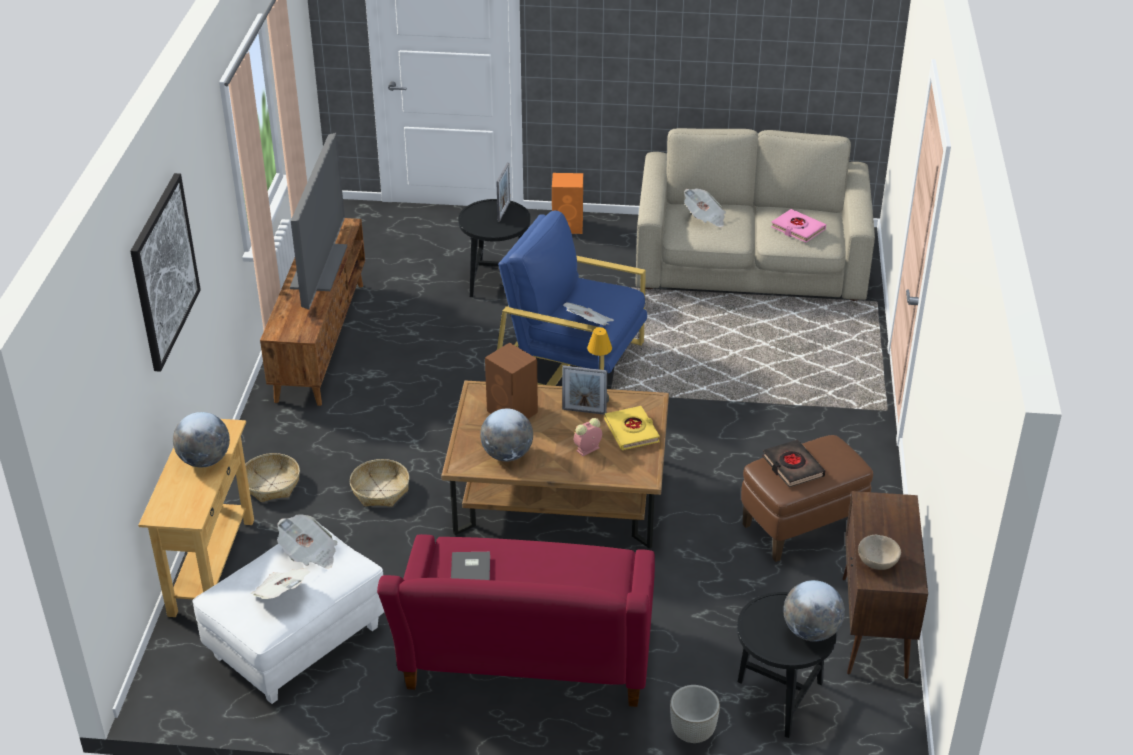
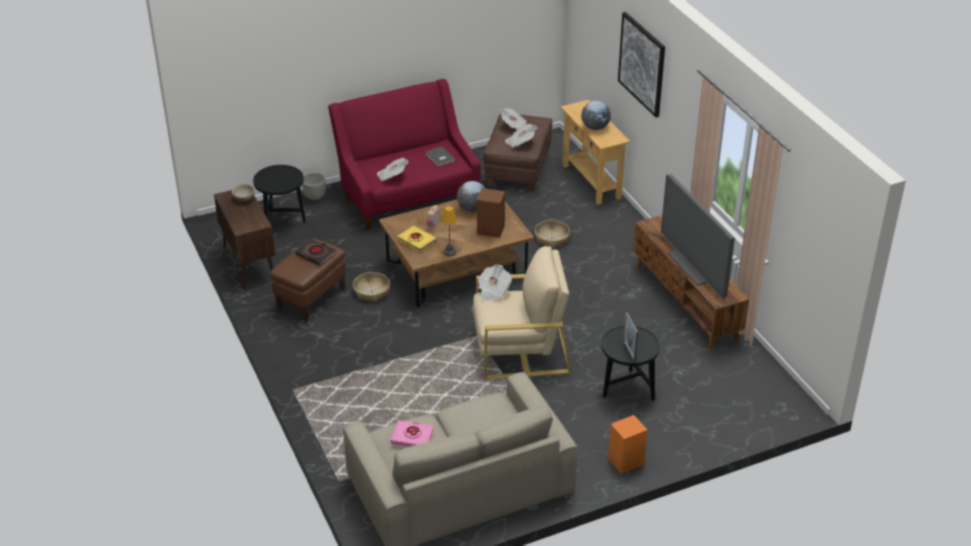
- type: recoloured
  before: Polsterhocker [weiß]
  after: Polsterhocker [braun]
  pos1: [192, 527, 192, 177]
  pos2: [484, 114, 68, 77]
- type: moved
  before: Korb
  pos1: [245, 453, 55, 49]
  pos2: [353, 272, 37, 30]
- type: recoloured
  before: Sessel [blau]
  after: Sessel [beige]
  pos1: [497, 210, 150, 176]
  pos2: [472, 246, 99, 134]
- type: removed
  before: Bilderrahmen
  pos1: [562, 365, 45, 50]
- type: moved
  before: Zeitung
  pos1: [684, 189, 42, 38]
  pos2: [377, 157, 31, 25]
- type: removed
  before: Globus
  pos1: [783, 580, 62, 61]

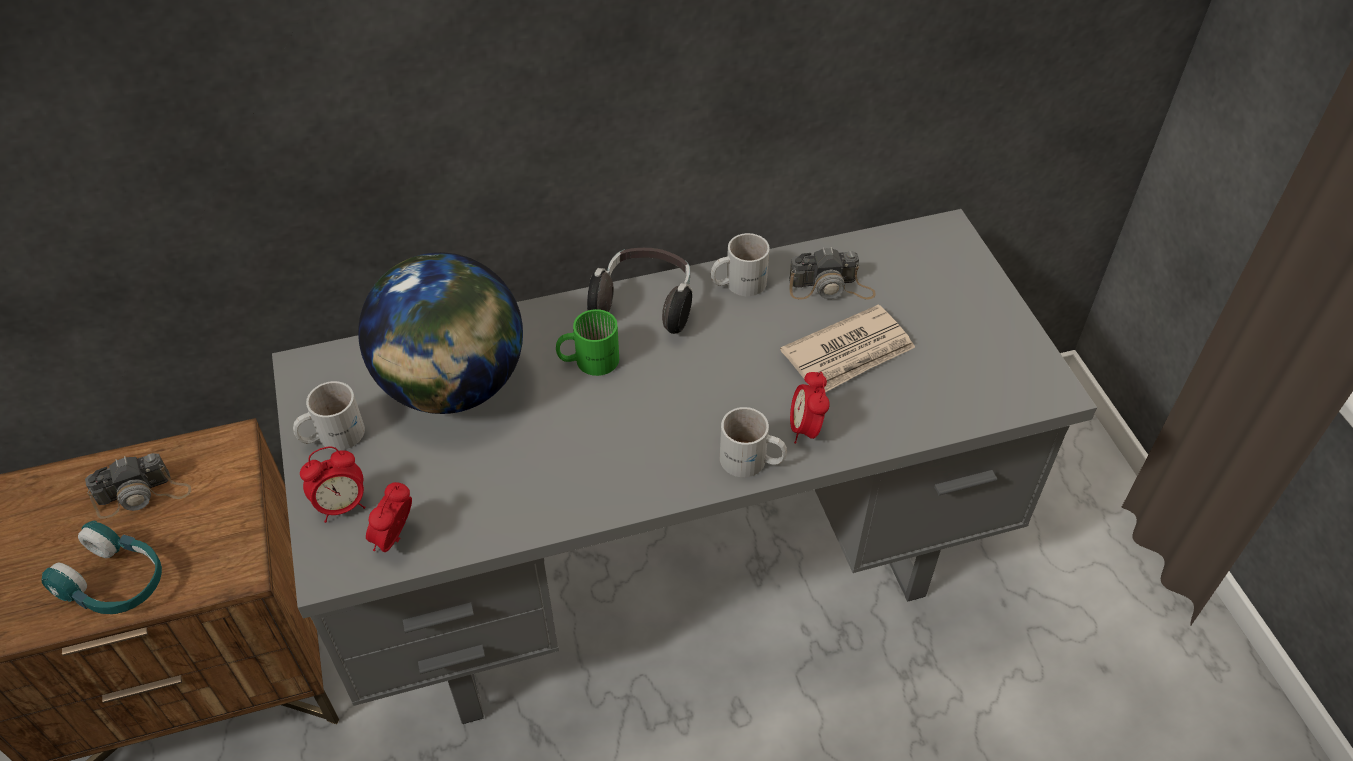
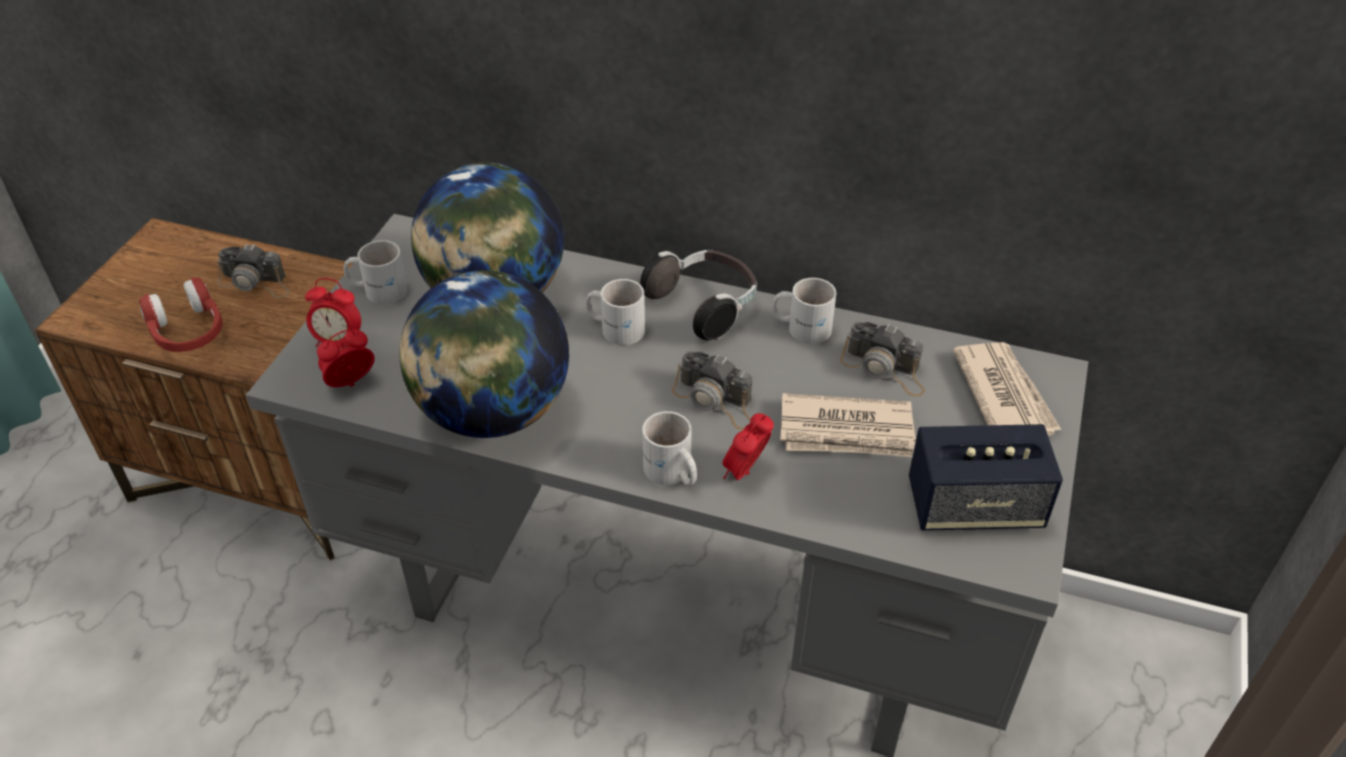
- type: recoloured
  before: Kopfhörer [türkis]
  after: Kopfhörer [rot]
  pos1: [41, 521, 121, 93]
  pos2: [139, 278, 84, 74]
- type: recoloured
  before: Henkelbecher [grün]
  after: Henkelbecher [weiß]
  pos1: [556, 309, 63, 67]
  pos2: [586, 279, 59, 66]
- type: added
  after: Globus
  pos2: [399, 270, 170, 168]
- type: added
  after: Kamera
  pos2: [671, 351, 81, 79]
- type: added
  after: Lautsprecher
  pos2: [909, 424, 154, 107]
- type: added
  after: Zeitung
  pos2: [953, 342, 108, 94]

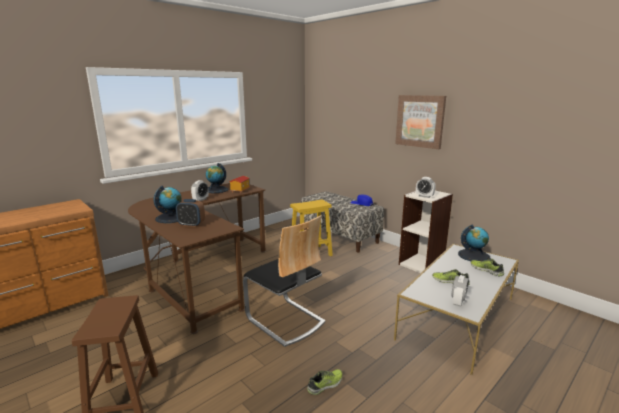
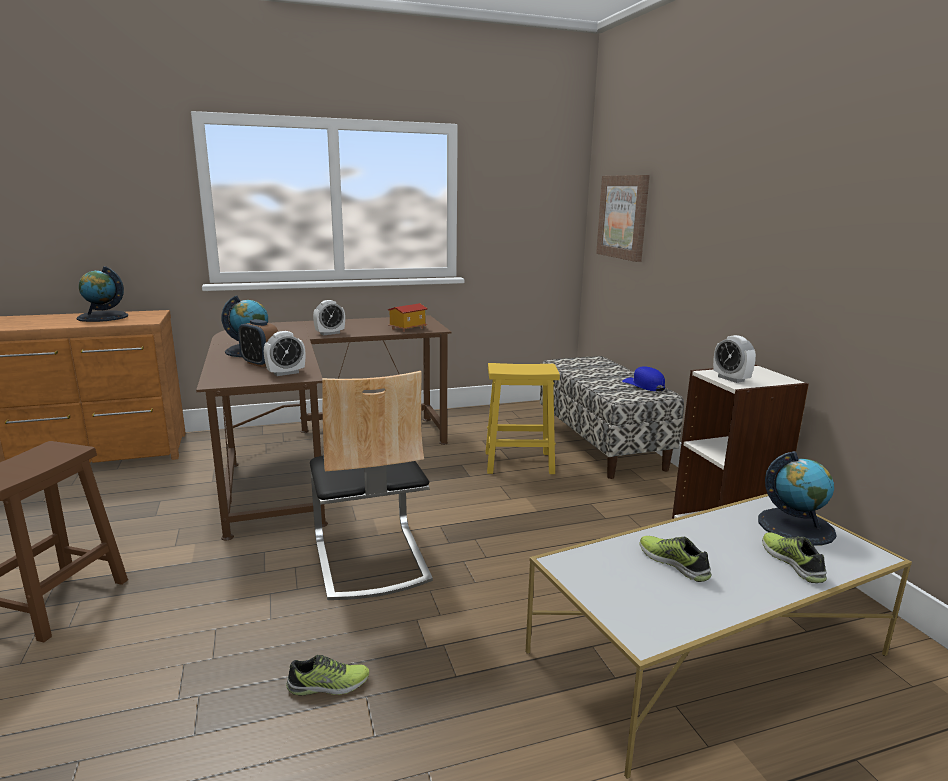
- type: moved
  before: Globus
  pos1: [206, 163, 22, 30]
  pos2: [76, 266, 52, 56]
- type: moved
  before: Bild
  pos1: [395, 95, 51, 54]
  pos2: [596, 175, 54, 87]
- type: moved
  before: Wecker
  pos1: [452, 275, 17, 32]
  pos2: [264, 331, 41, 45]

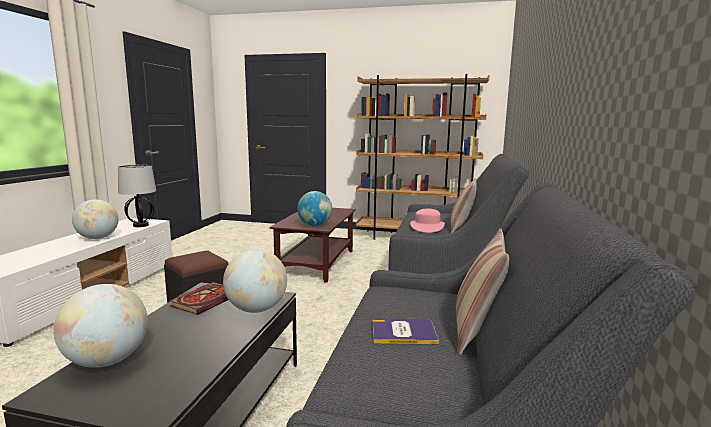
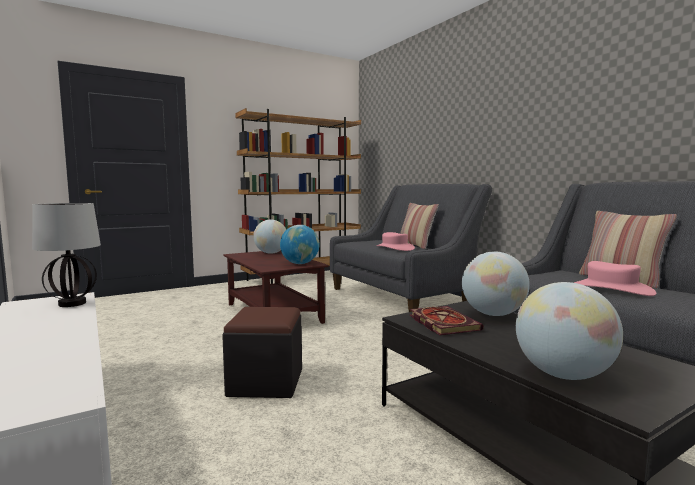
- type: moved
  before: Globus
  pos1: [72, 199, 46, 40]
  pos2: [253, 219, 33, 35]
- type: replaced
  before: Buch
  after: Hut [rosa]
  pos1: [373, 318, 66, 26]
  pos2: [574, 261, 82, 35]

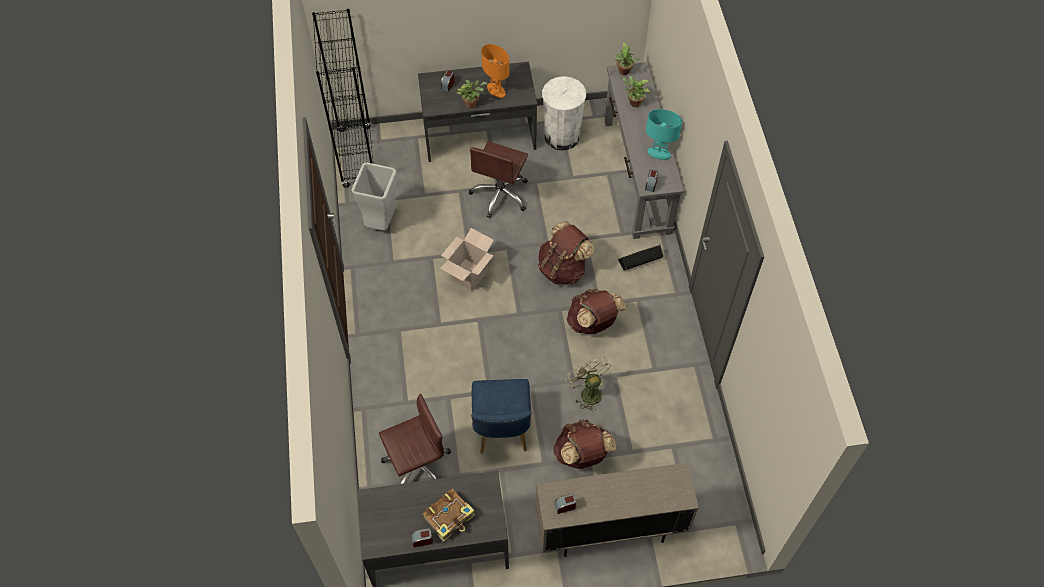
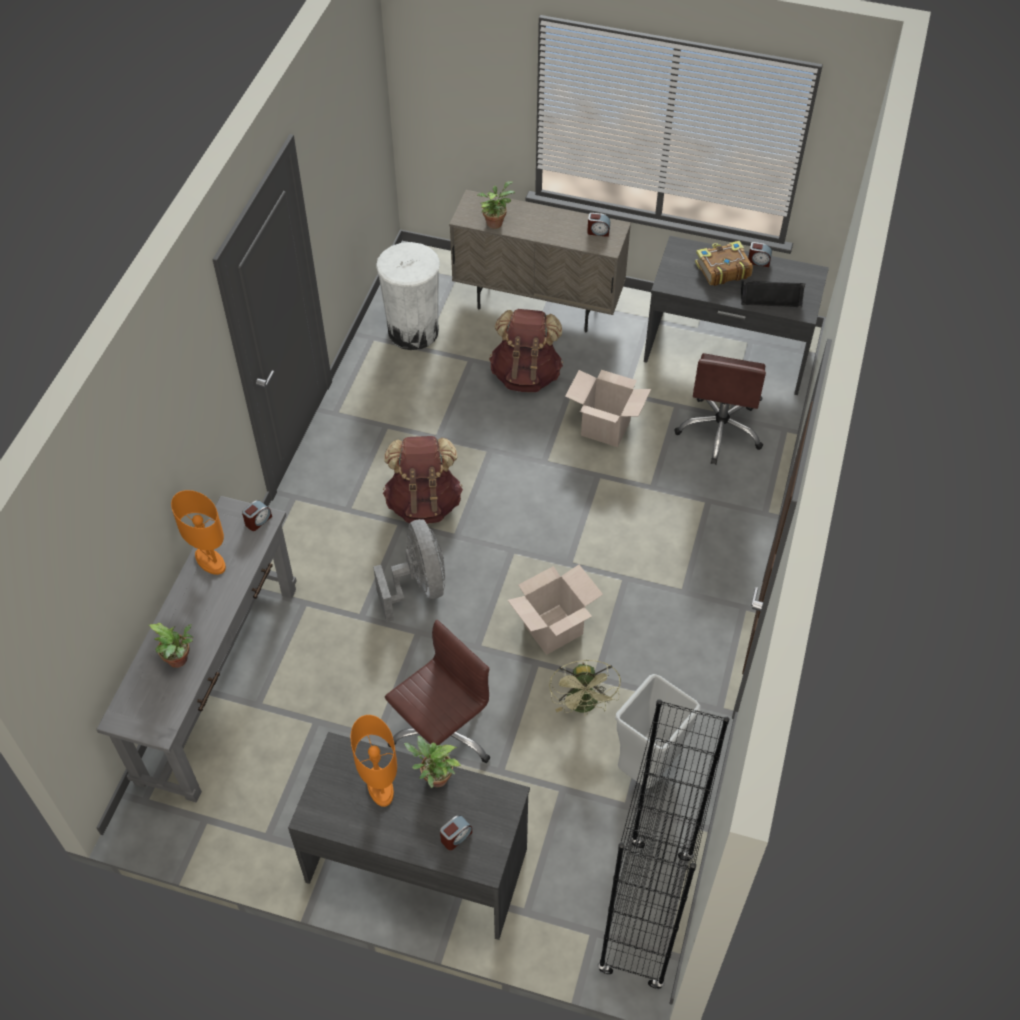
- type: turned
  before: Bürostuhl [braun]
  pos1: [379, 394, 72, 90]
  pos2: [674, 353, 92, 112]
  turn: -75
- type: replaced
  before: Stuhl [blau]
  after: Karton
  pos1: [471, 379, 61, 75]
  pos2: [565, 370, 86, 77]
- type: replaced
  before: Rucksack [braun]
  after: Ventilator [grau]
  pos1: [538, 221, 56, 63]
  pos2: [373, 519, 73, 103]
- type: moved
  before: Mülleimer [weiß]
  pos1: [542, 76, 44, 75]
  pos2: [376, 242, 64, 108]
- type: moved
  before: Ventilator [grün]
  pos1: [566, 357, 45, 55]
  pos2: [549, 660, 72, 56]
- type: moved
  before: Topfpflanze
  pos1: [615, 42, 26, 33]
  pos2: [477, 181, 38, 48]
- type: moved
  before: Lautsprecher [schwarz]
  pos1: [618, 245, 45, 25]
  pos2: [741, 280, 64, 28]
- type: recoloured
  before: Tischlampe [türkis]
  after: Tischlampe [orange]
  pos1: [646, 109, 36, 51]
  pos2: [171, 490, 55, 85]

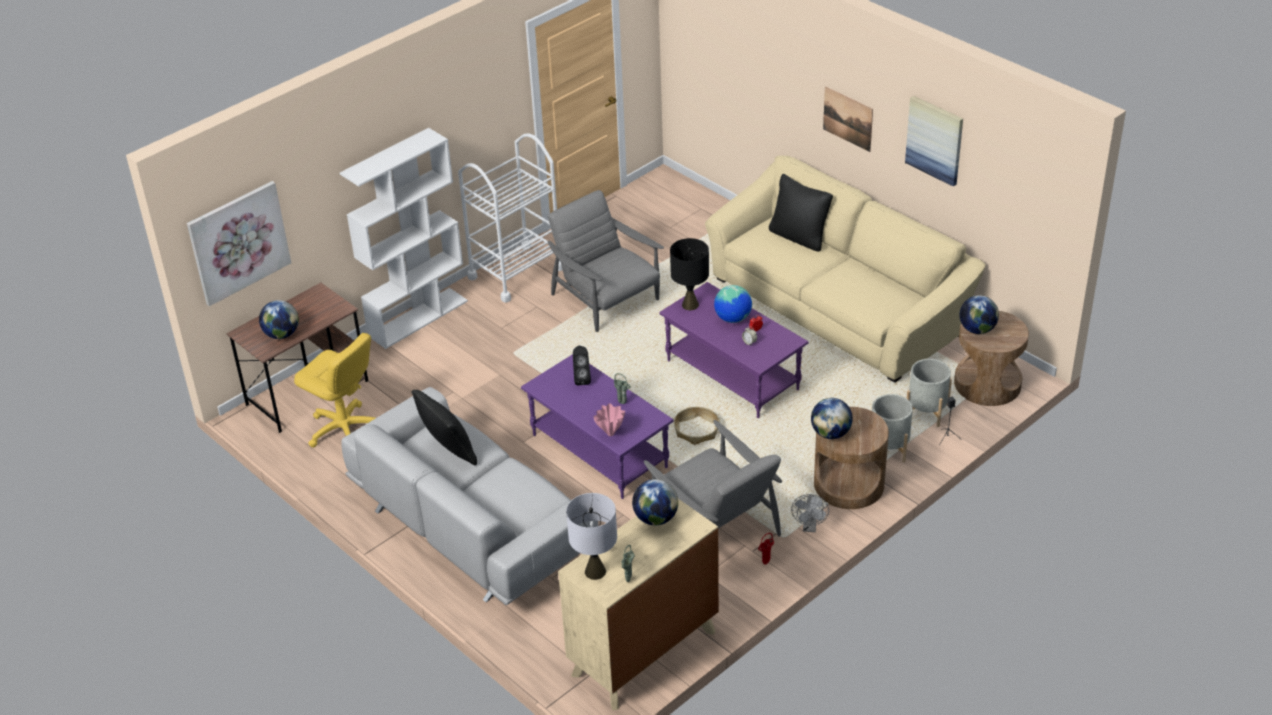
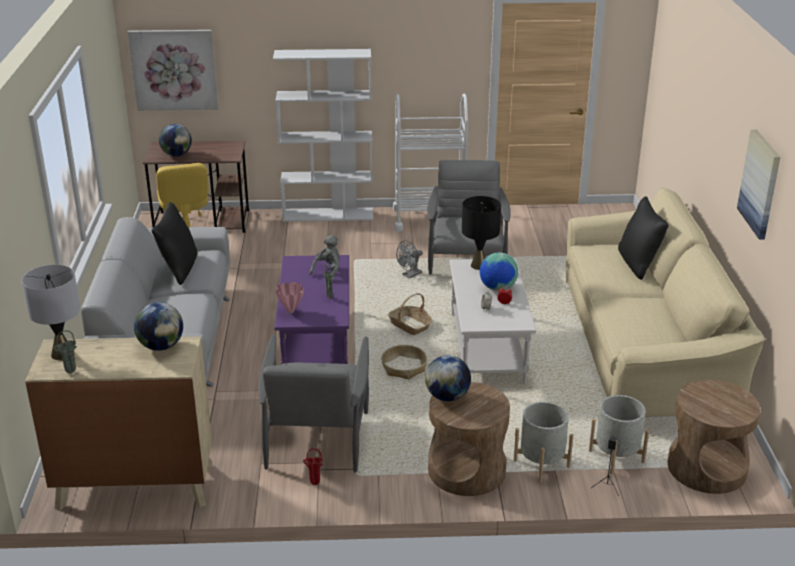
- type: replaced
  before: Lautsprecher [schwarz]
  after: Plüschtier [grau]
  pos1: [573, 346, 18, 39]
  pos2: [309, 235, 31, 41]
- type: recoloured
  before: Couchtisch [lila]
  after: Couchtisch [weiß]
  pos1: [659, 282, 149, 136]
  pos2: [450, 258, 86, 125]
- type: moved
  before: Ventilator [grau]
  pos1: [791, 494, 38, 38]
  pos2: [396, 240, 27, 38]
- type: removed
  before: Bild
  pos1: [823, 87, 50, 65]
- type: removed
  before: Globus
  pos1: [959, 295, 40, 39]
- type: added
  after: Korb
  pos2: [388, 293, 44, 42]

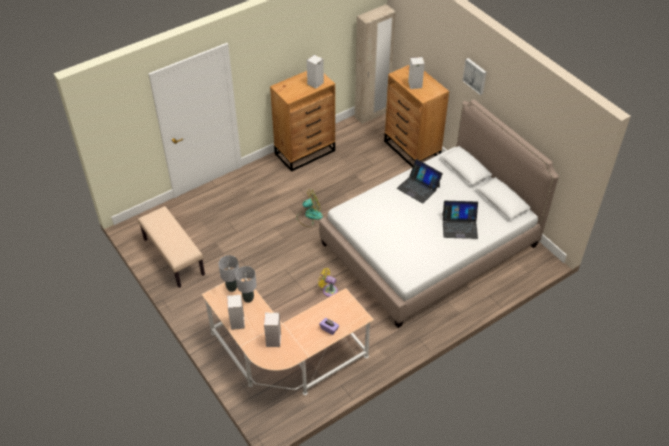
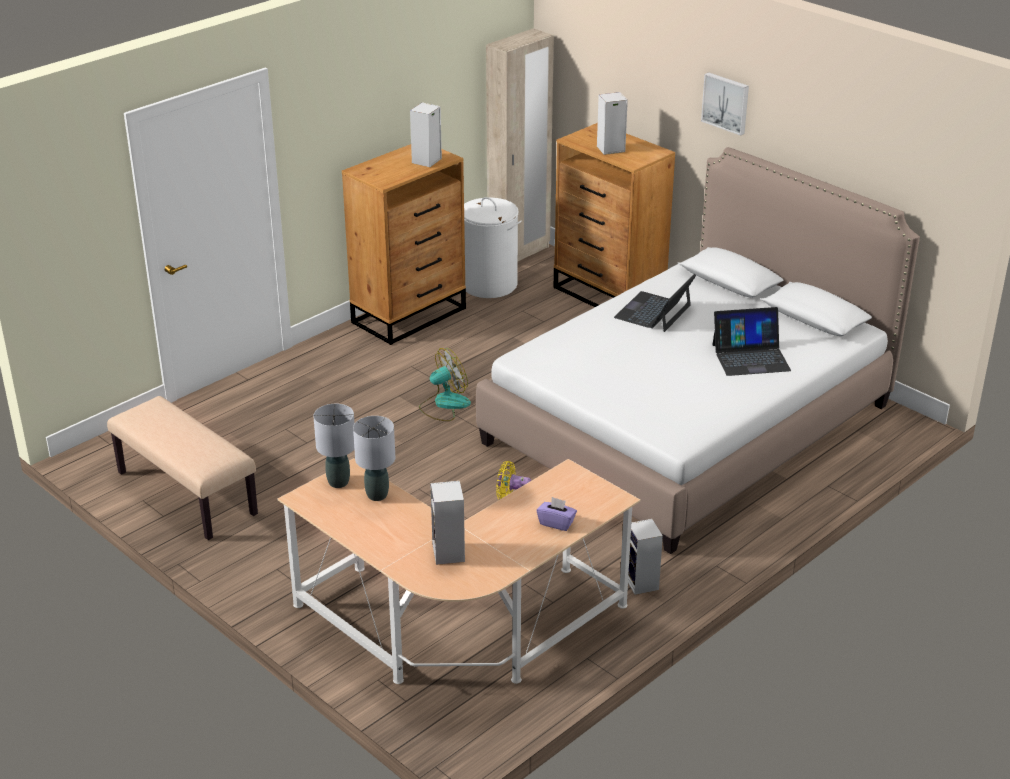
- type: moved
  before: Lautsprecher
  pos1: [227, 295, 18, 35]
  pos2: [628, 519, 35, 76]
- type: turned
  before: Laptop
  pos1: [397, 159, 46, 45]
  pos2: [614, 274, 82, 58]
  turn: 90
- type: added
  after: Wäschekorb [weiß]
  pos2: [464, 197, 58, 101]

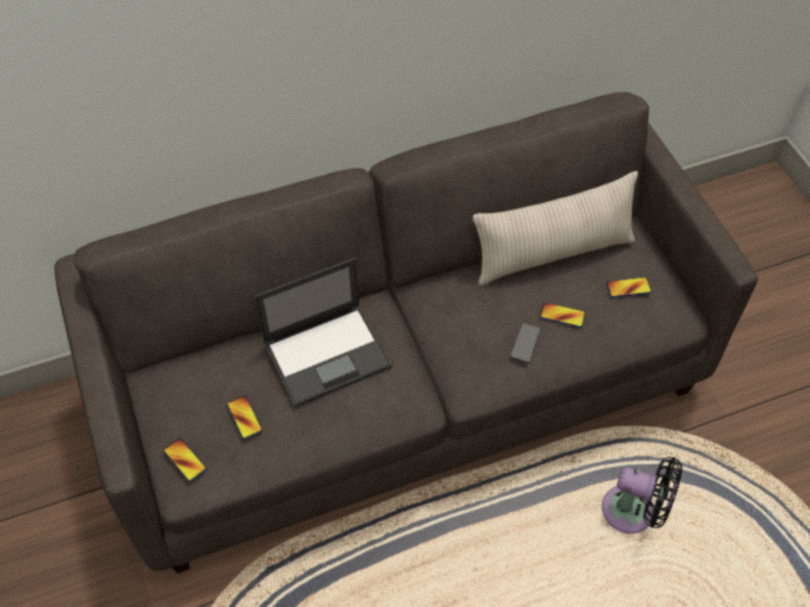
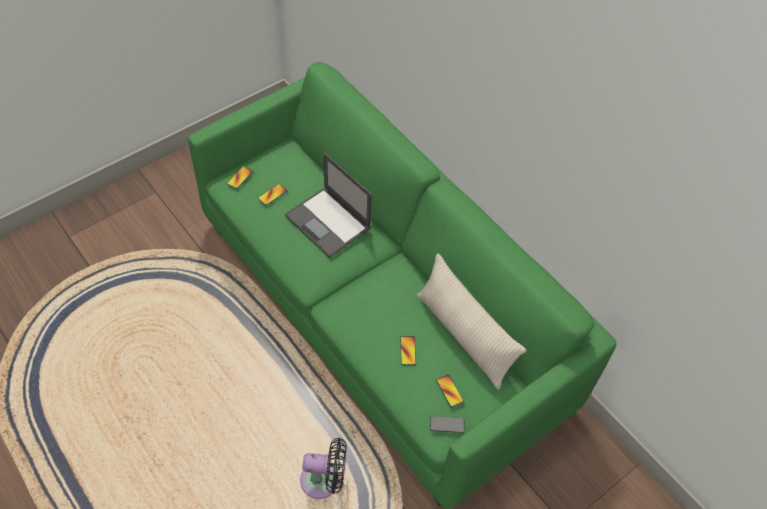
- type: recoloured
  before: Sofa [grau]
  after: Sofa [grün]
  pos1: [54, 92, 704, 481]
  pos2: [188, 62, 428, 447]
- type: moved
  before: Handy
  pos1: [510, 323, 31, 40]
  pos2: [430, 416, 34, 17]
- type: turned
  before: Ventilator [schwarz]
  pos1: [602, 457, 80, 77]
  pos2: [300, 438, 47, 61]
  turn: -90

